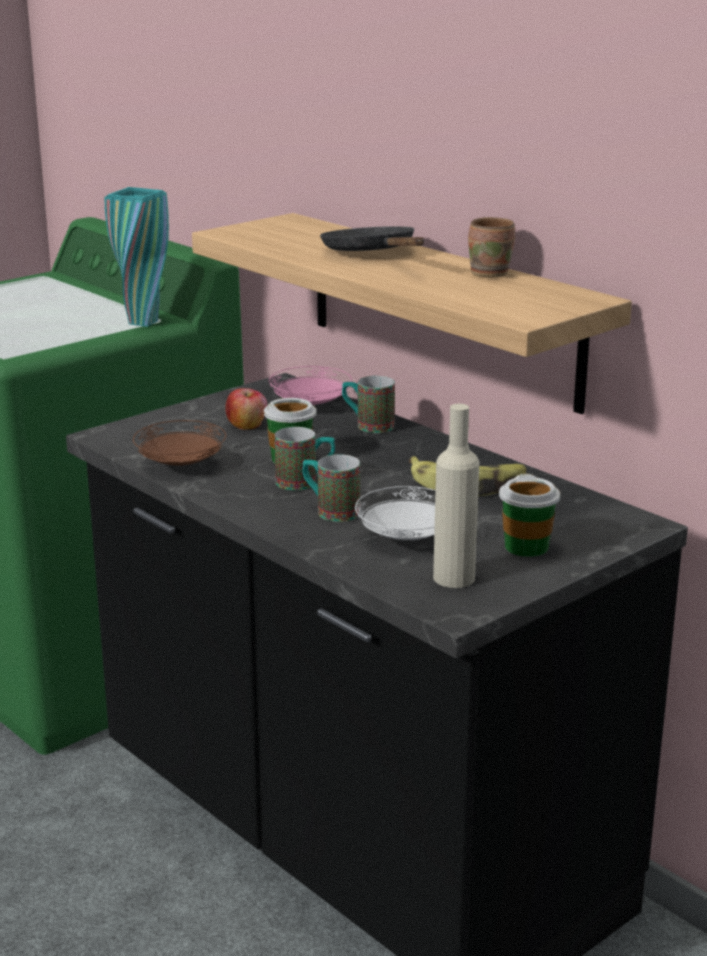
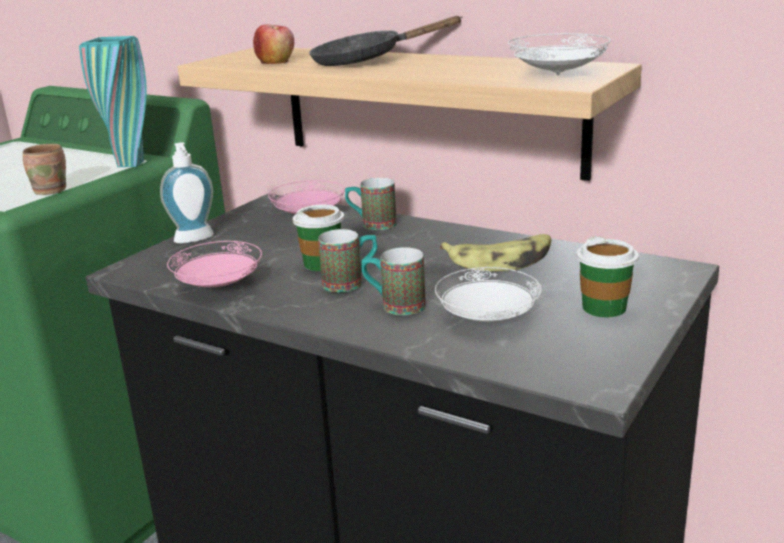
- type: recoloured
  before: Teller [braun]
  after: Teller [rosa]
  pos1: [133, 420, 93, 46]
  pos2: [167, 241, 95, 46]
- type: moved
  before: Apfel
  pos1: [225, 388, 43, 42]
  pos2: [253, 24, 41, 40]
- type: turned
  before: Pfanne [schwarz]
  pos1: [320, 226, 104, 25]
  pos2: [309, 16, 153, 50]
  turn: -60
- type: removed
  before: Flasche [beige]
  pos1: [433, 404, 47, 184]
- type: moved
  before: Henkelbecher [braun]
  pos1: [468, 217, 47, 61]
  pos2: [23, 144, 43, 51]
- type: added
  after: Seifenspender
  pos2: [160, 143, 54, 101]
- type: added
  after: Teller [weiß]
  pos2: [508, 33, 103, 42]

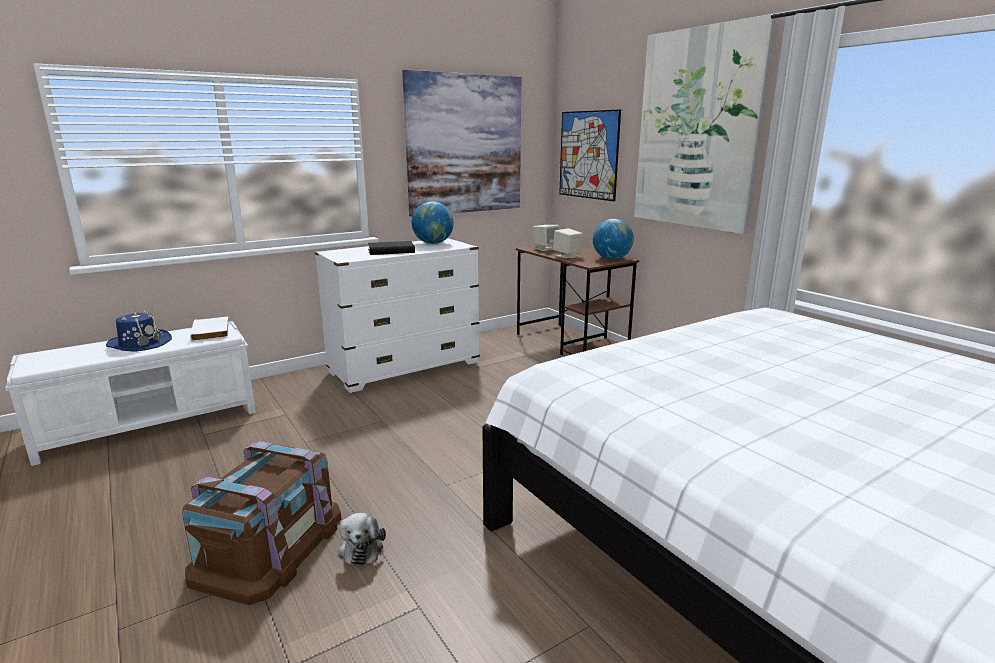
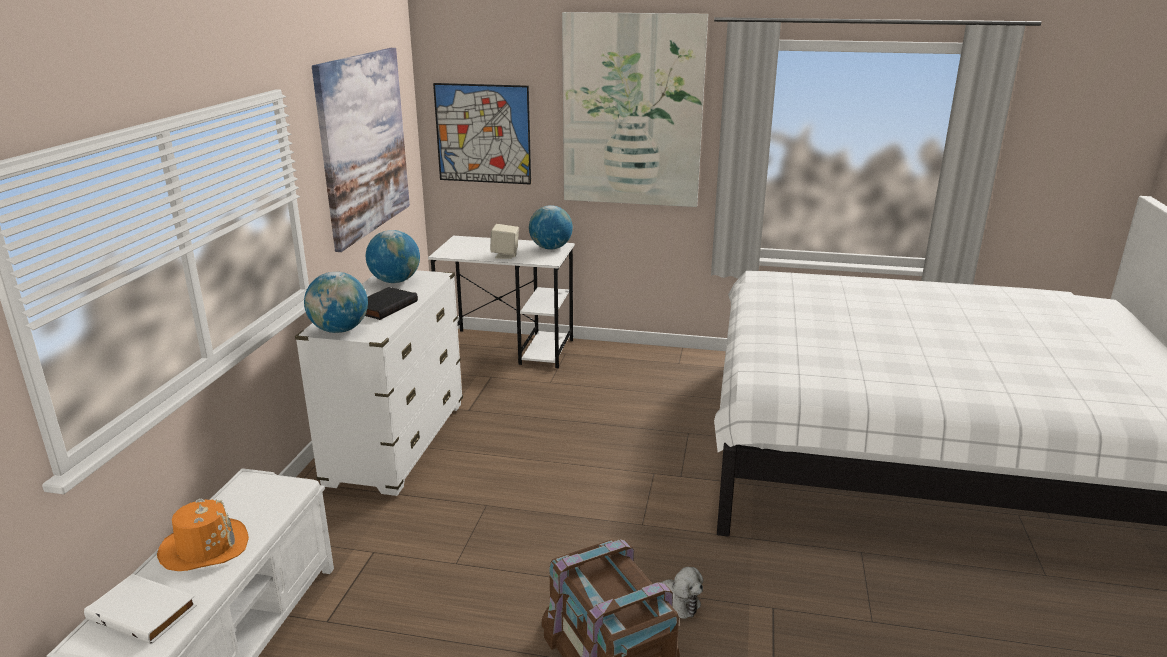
- type: recoloured
  before: Hut [blau]
  after: Hut [orange]
  pos1: [106, 311, 66, 41]
  pos2: [157, 498, 92, 73]
- type: moved
  before: Buch [weiß]
  pos1: [190, 317, 39, 25]
  pos2: [84, 574, 113, 71]
- type: recoloured
  before: Schreibtisch [braun]
  after: Schreibtisch [weiß]
  pos1: [516, 245, 123, 110]
  pos2: [428, 236, 147, 132]
- type: removed
  before: Lautsprecher [beige]
  pos1: [533, 225, 26, 26]
- type: added
  after: Globus
  pos2: [304, 272, 64, 61]

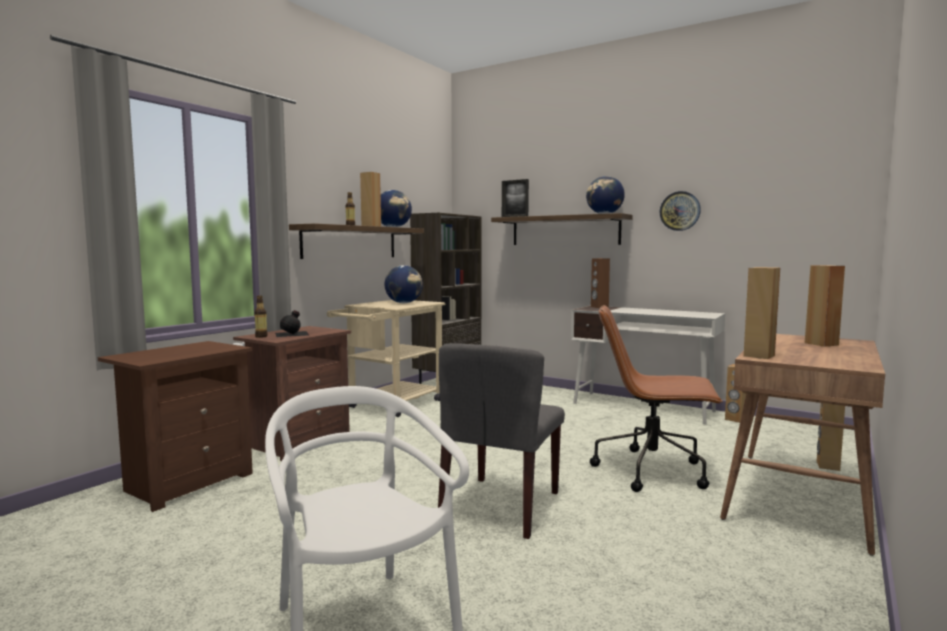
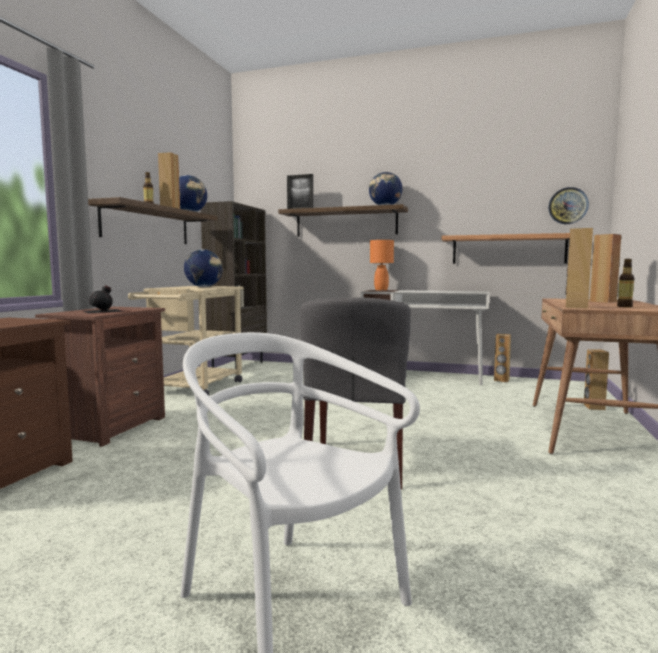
- type: moved
  before: Flasche
  pos1: [254, 295, 14, 43]
  pos2: [617, 259, 18, 48]
- type: removed
  before: Bürostuhl [braun]
  pos1: [590, 305, 133, 187]
- type: replaced
  before: Lautsprecher [braun]
  after: Tischlampe [orange]
  pos1: [591, 258, 19, 50]
  pos2: [370, 240, 24, 50]
- type: moved
  before: Wanduhr
  pos1: [660, 191, 41, 40]
  pos2: [549, 187, 40, 37]
- type: added
  after: Wandregal
  pos2: [441, 233, 129, 31]

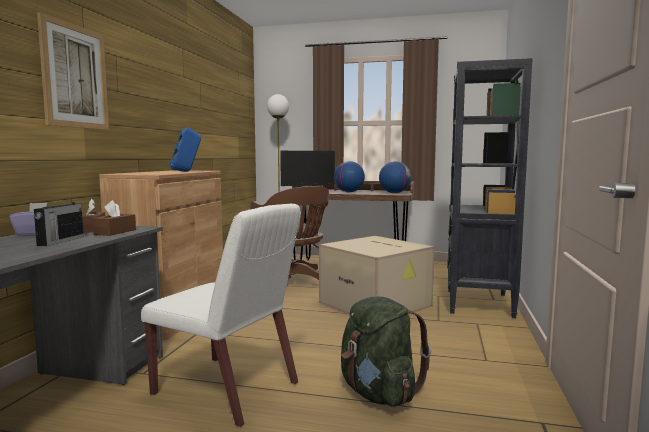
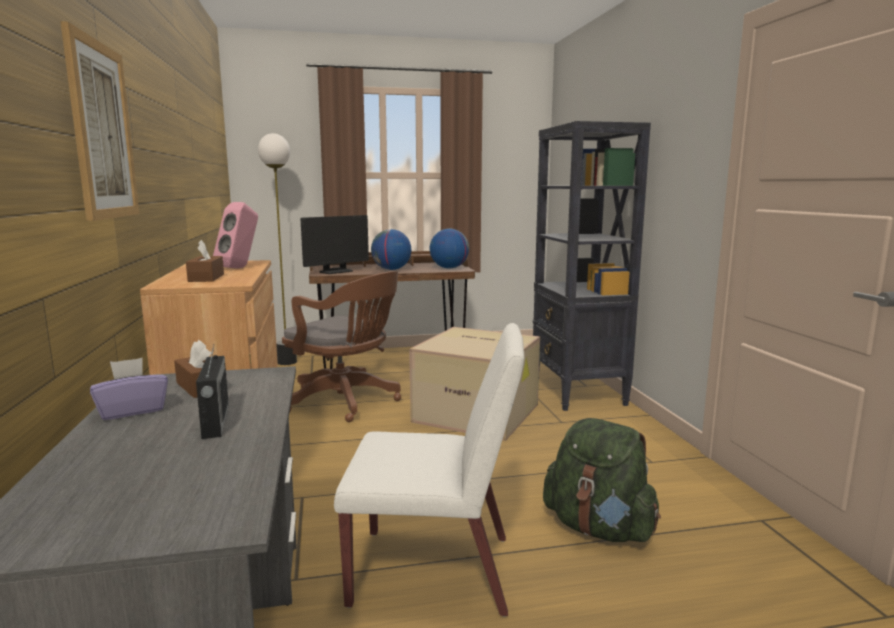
- type: moved
  before: Taschentuchbox [braun]
  pos1: [92, 200, 44, 36]
  pos2: [186, 240, 38, 42]
- type: recoloured
  before: Lautsprecher [blau]
  after: Lautsprecher [rosa]
  pos1: [170, 127, 31, 45]
  pos2: [213, 202, 45, 66]

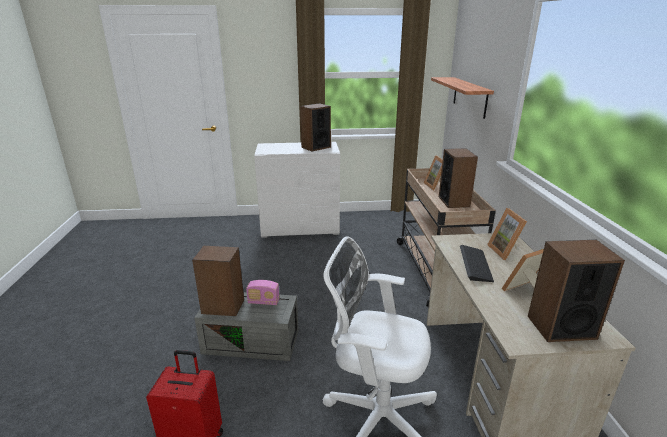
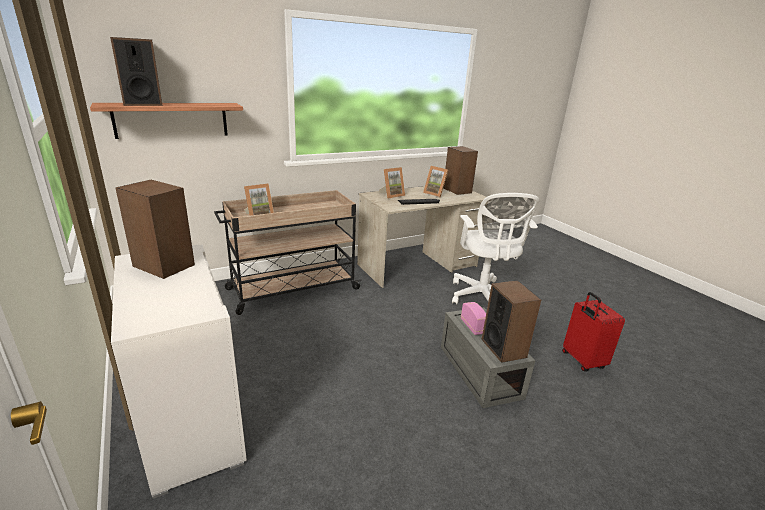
- type: moved
  before: Lautsprecher
  pos1: [439, 148, 39, 60]
  pos2: [110, 37, 53, 69]

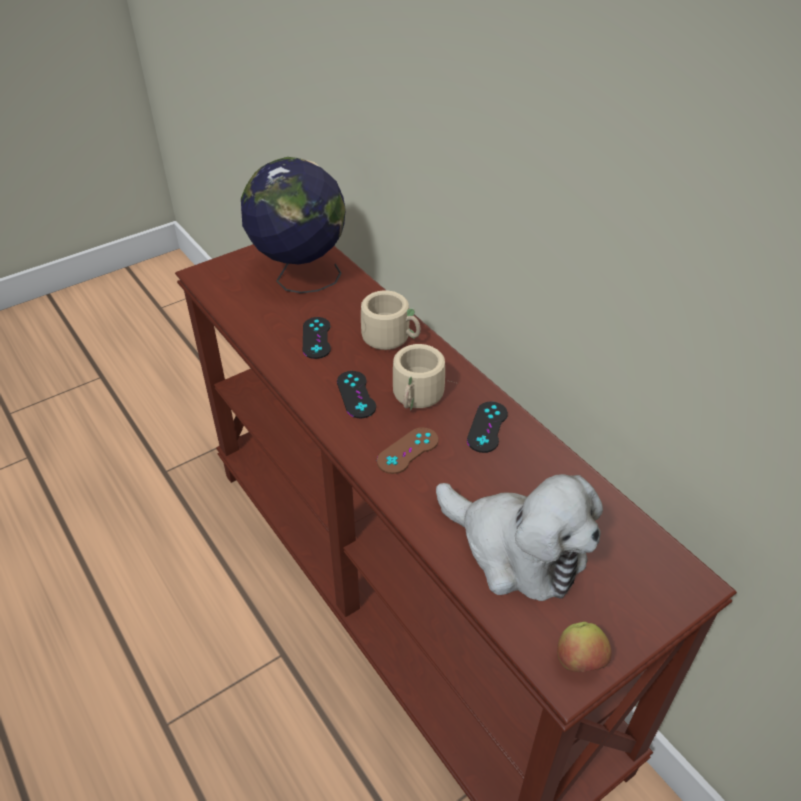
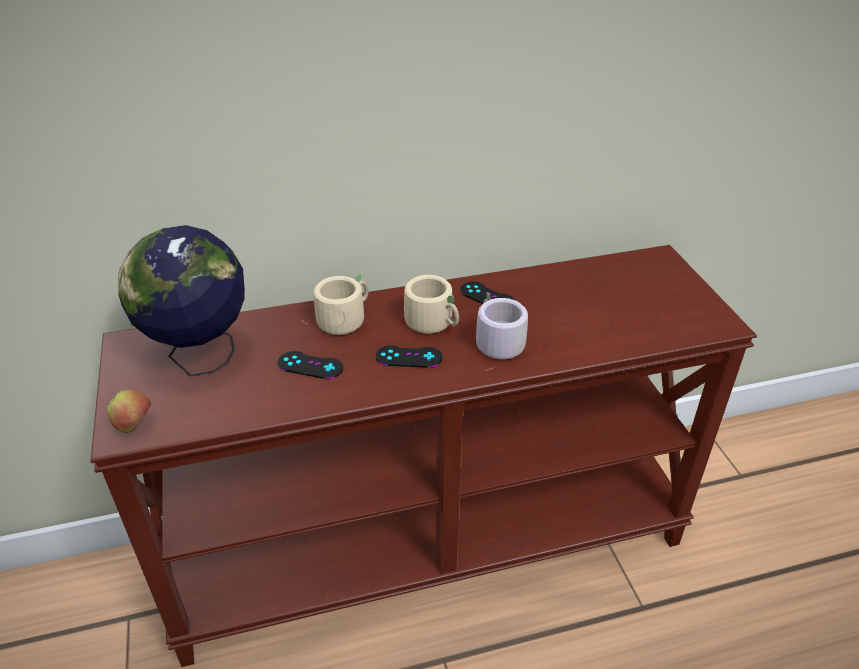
- type: replaced
  before: Gamepad [braun]
  after: Henkelbecher [grau]
  pos1: [377, 427, 61, 47]
  pos2: [476, 292, 52, 79]
- type: removed
  before: Plüschtier
  pos1: [436, 474, 167, 127]
- type: moved
  before: Apfel
  pos1: [557, 622, 55, 50]
  pos2: [107, 390, 44, 43]

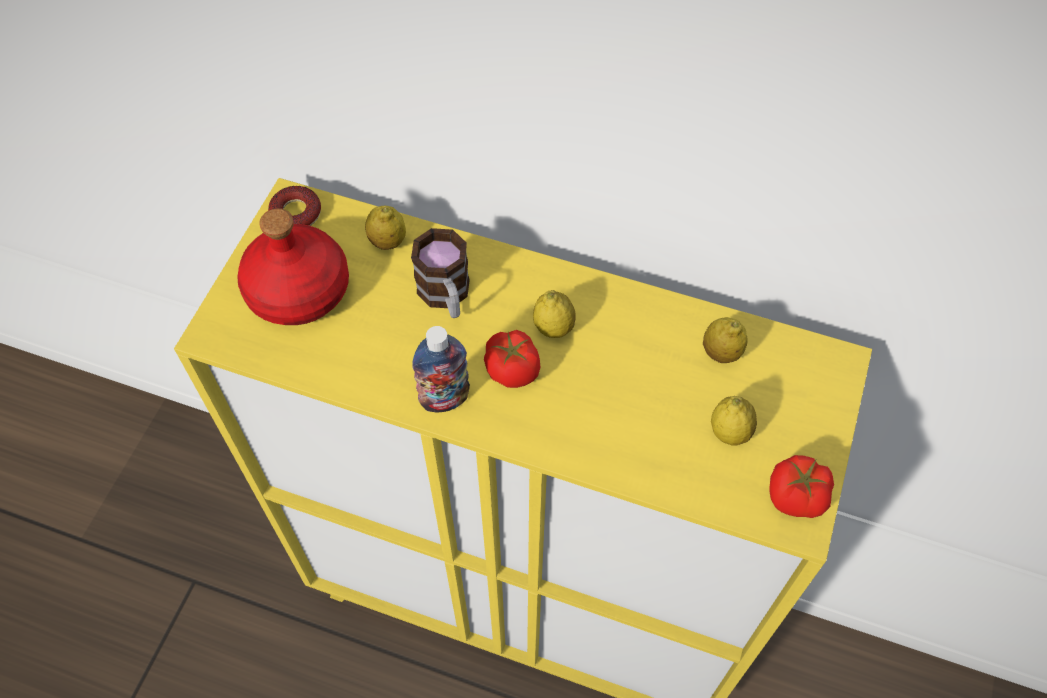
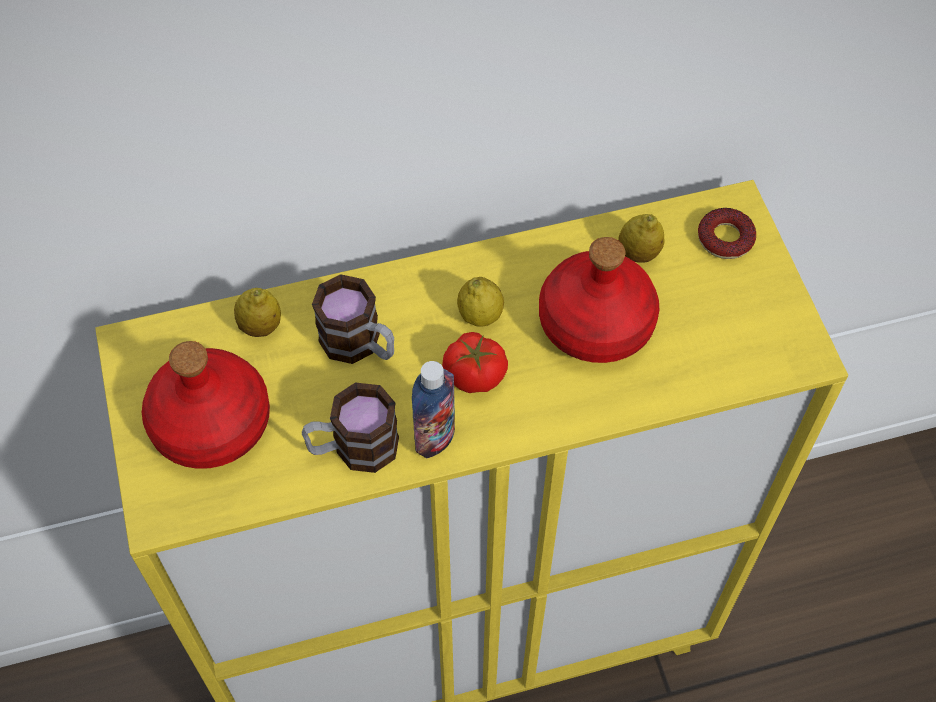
- type: moved
  before: Donut
  pos1: [268, 186, 53, 40]
  pos2: [698, 208, 58, 51]
- type: removed
  before: Zitrone
  pos1: [711, 396, 46, 50]
- type: removed
  before: Tomate
  pos1: [769, 455, 65, 63]
- type: added
  after: Henkelbecher
  pos2: [302, 382, 97, 91]
- type: added
  after: Flasche [rot]
  pos2: [539, 237, 120, 126]

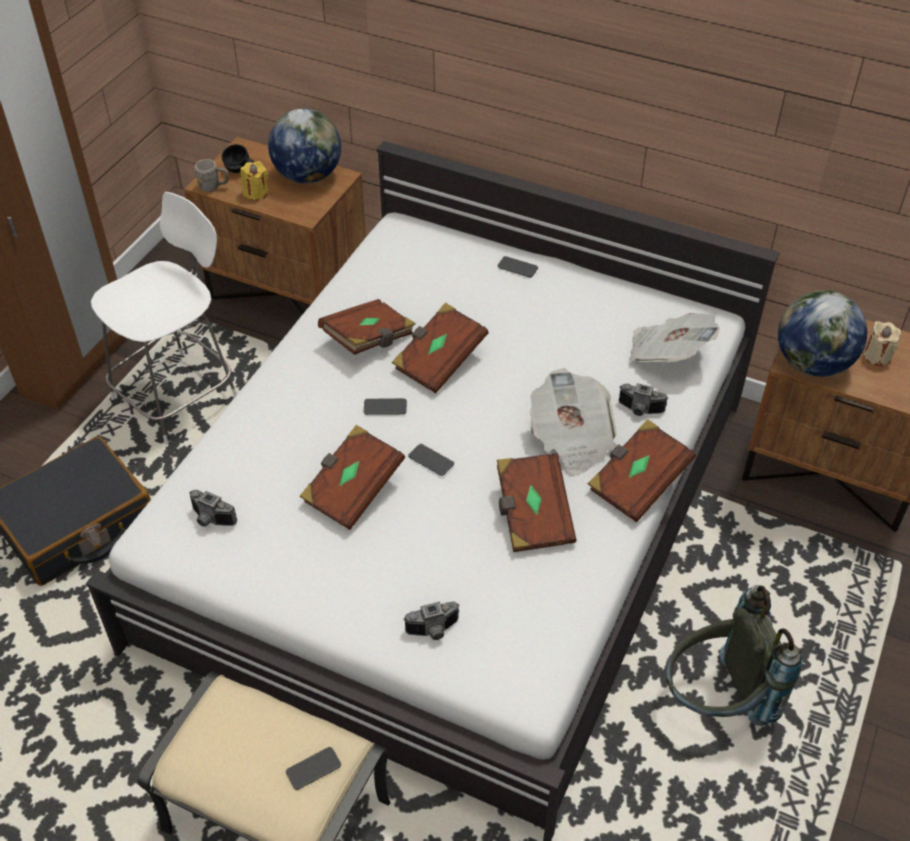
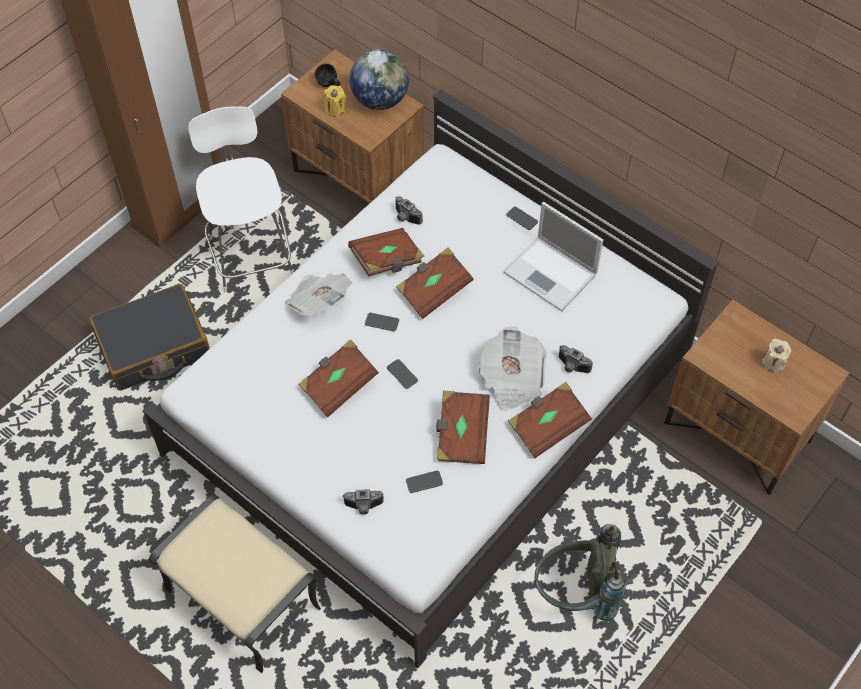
- type: turned
  before: Stuhl [weiß]
  pos1: [91, 192, 146, 253]
  pos2: [188, 106, 106, 187]
  turn: -75
- type: moved
  before: Kamera
  pos1: [189, 490, 48, 37]
  pos2: [395, 196, 28, 29]
- type: removed
  before: Henkelbecher [grau]
  pos1: [194, 159, 35, 33]
- type: moved
  before: Handy
  pos1: [286, 747, 55, 43]
  pos2: [406, 471, 37, 22]
- type: moved
  before: Zeitung
  pos1: [629, 313, 91, 49]
  pos2: [285, 273, 67, 43]
- type: removed
  before: Globus
  pos1: [778, 290, 89, 87]
- type: added
  after: Laptop
  pos2: [504, 202, 99, 109]

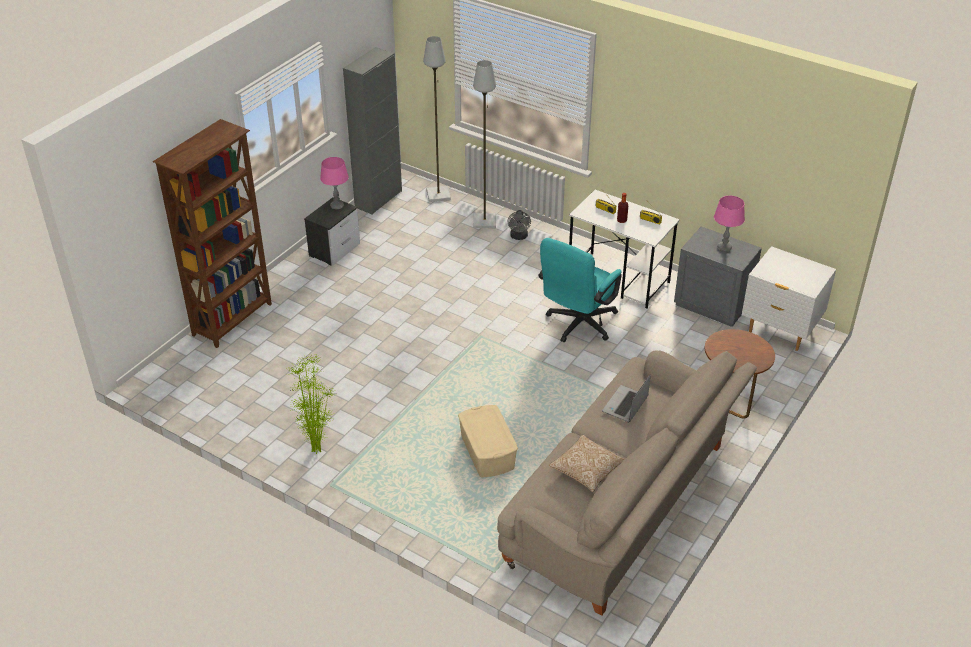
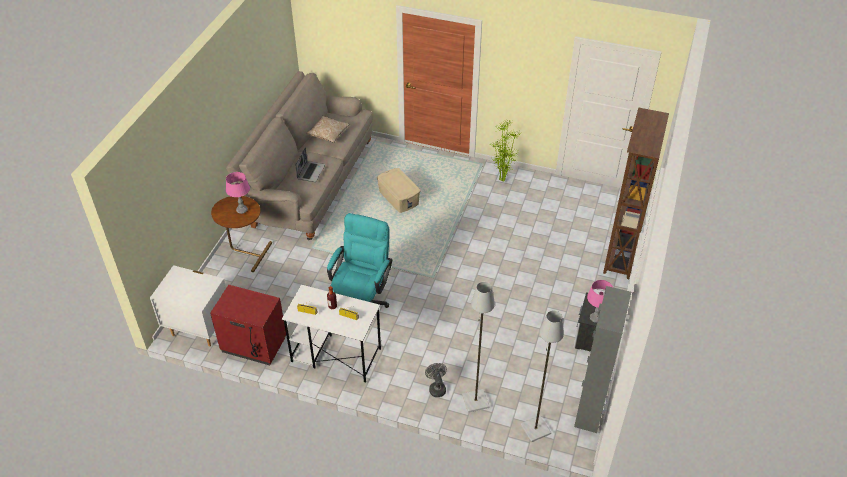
- type: recoloured
  before: Nachttisch [grau]
  after: Nachttisch [rot]
  pos1: [674, 227, 88, 100]
  pos2: [210, 285, 76, 80]
- type: moved
  before: Tischlampe [rosa]
  pos1: [714, 196, 31, 56]
  pos2: [226, 172, 24, 42]

